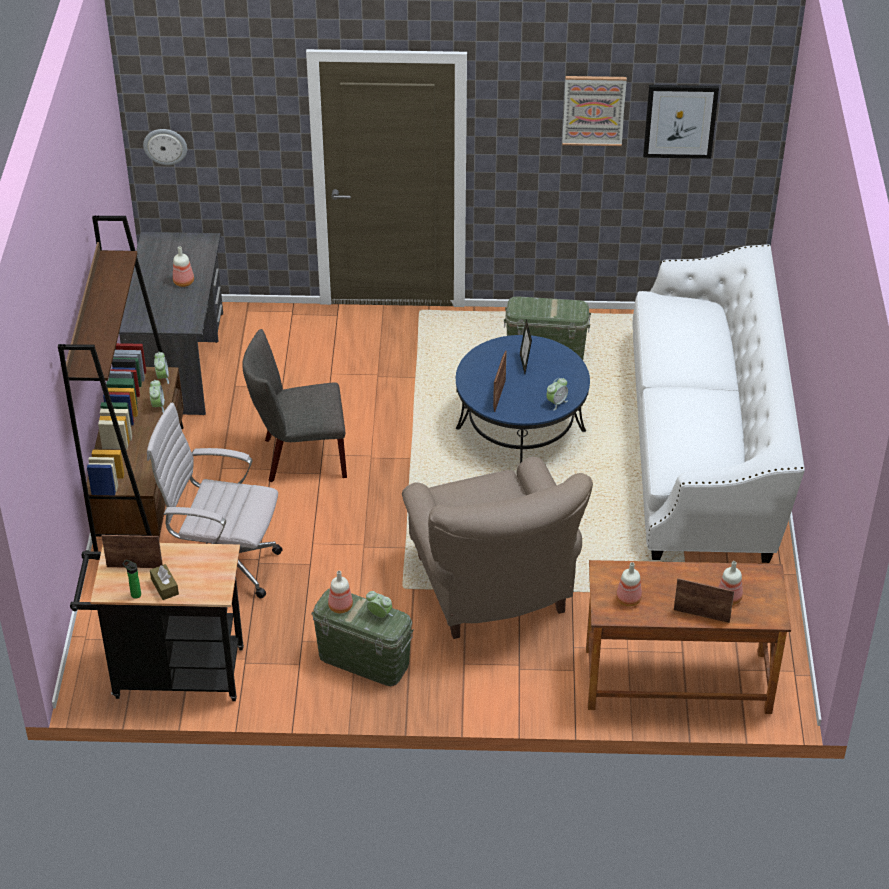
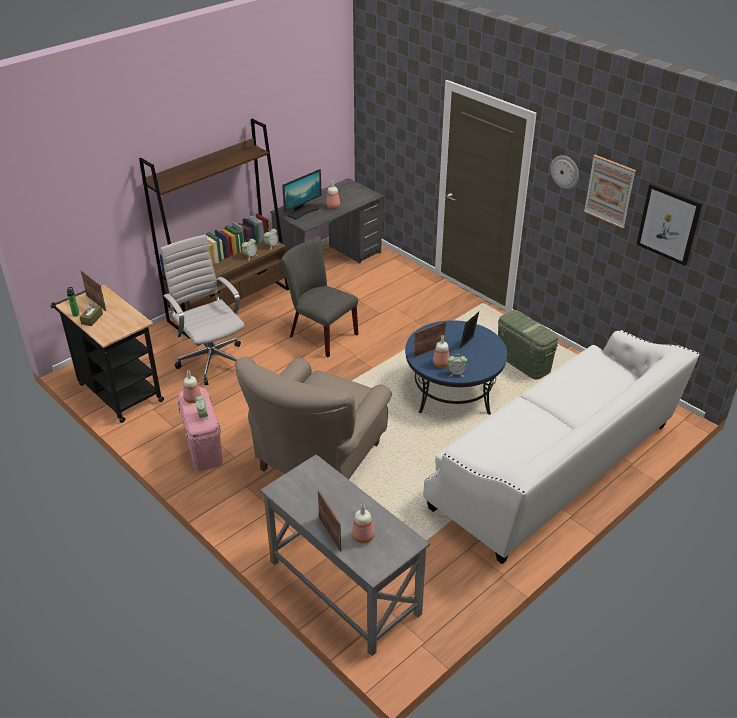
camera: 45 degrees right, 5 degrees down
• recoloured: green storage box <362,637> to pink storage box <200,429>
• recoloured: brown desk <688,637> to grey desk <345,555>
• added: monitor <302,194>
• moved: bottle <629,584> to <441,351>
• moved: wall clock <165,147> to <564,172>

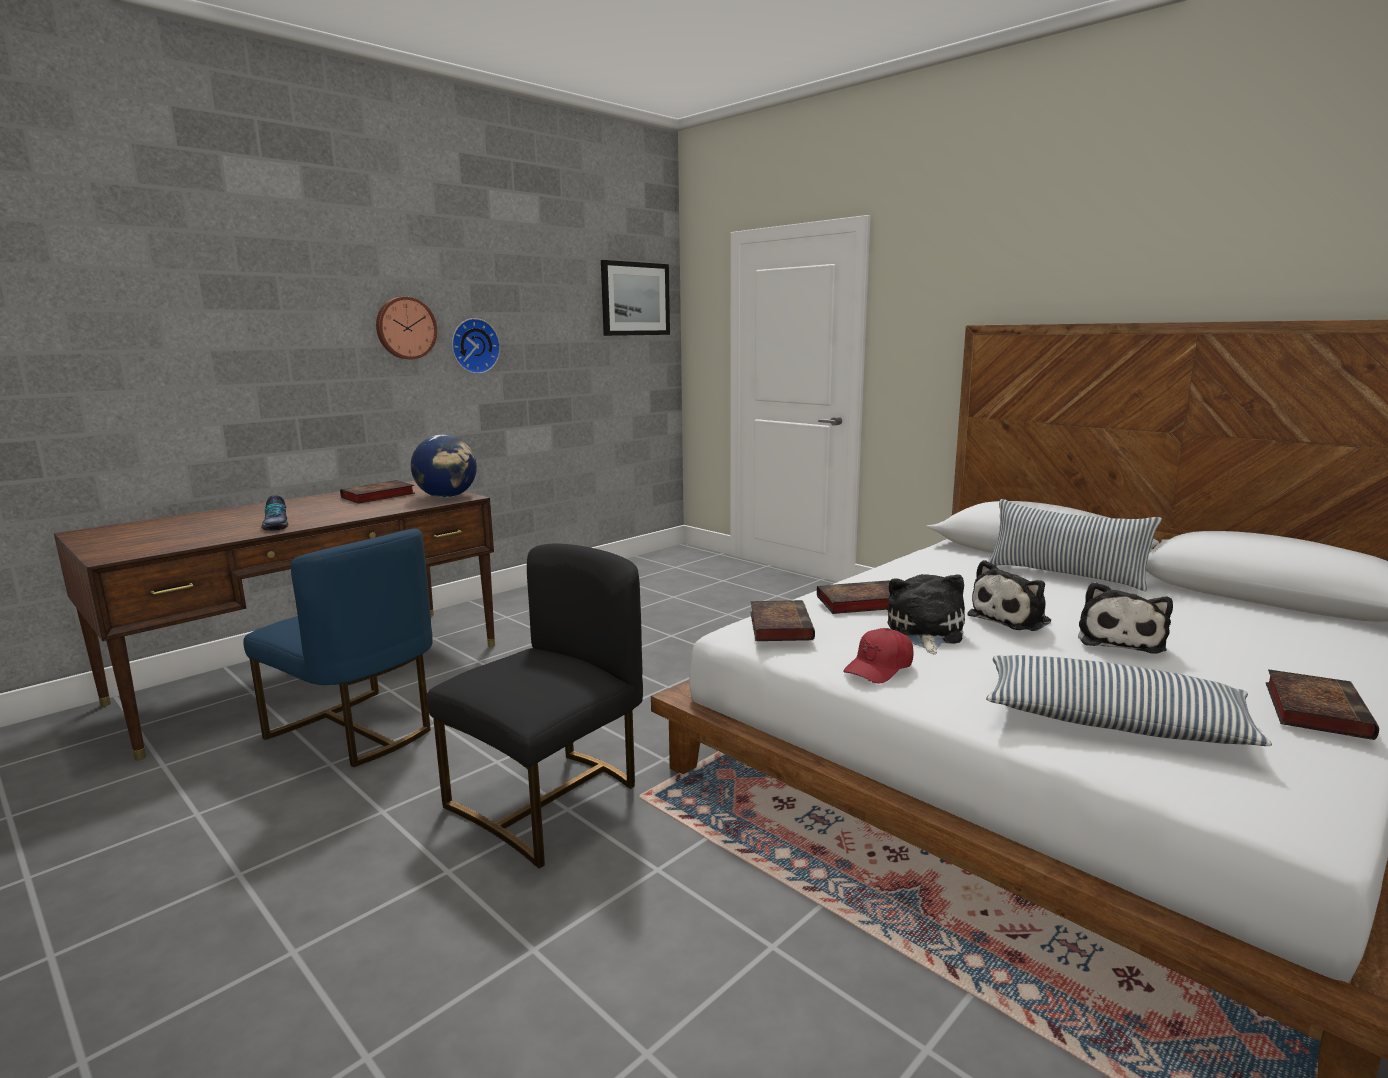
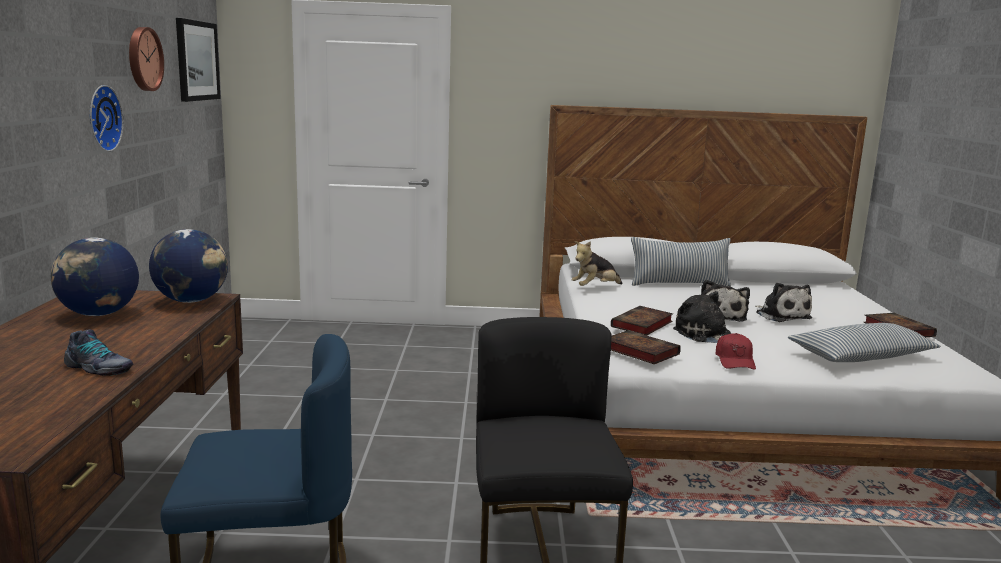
camera: 45 degrees left, 0 degrees up
• replaced: book <377,492> to globe <95,277>
• moved: wall clock <406,328> to <146,59>
• added: plush toy <596,263>

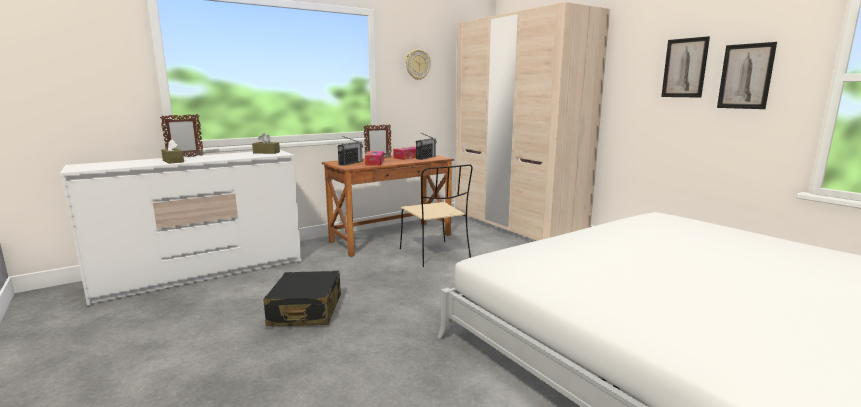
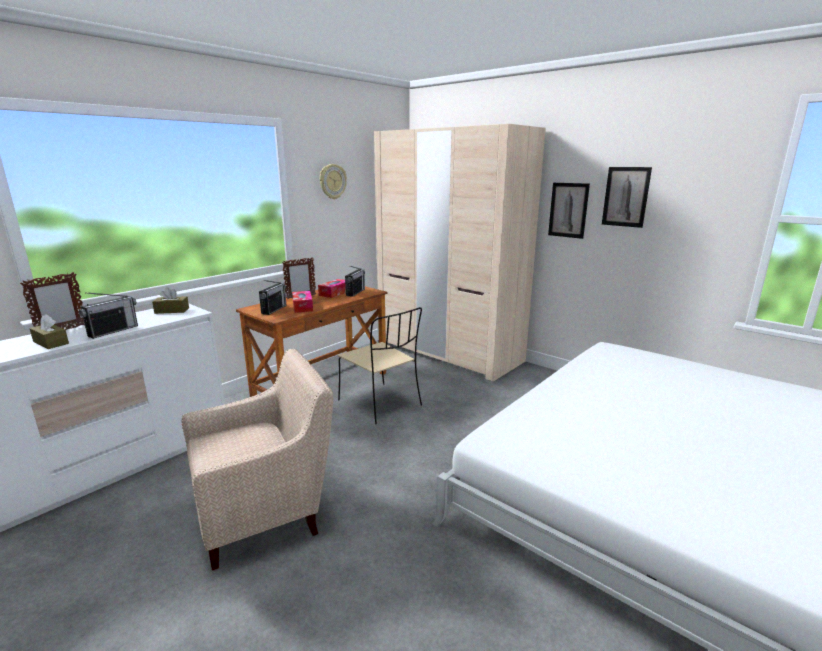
camera: 15 degrees left, 5 degrees up
• added: radio <108,315>
• replaced: black suitcase <302,298> to beige armchair <257,460>
• moved: picture <747,75> to <569,211>

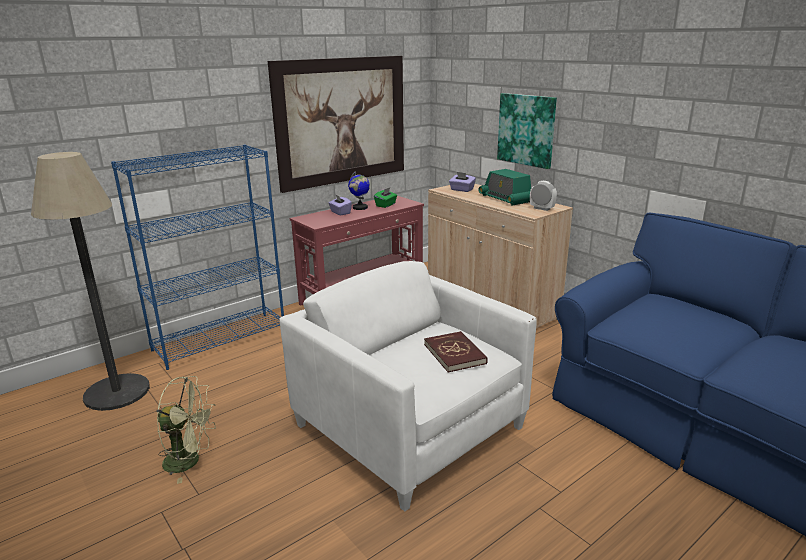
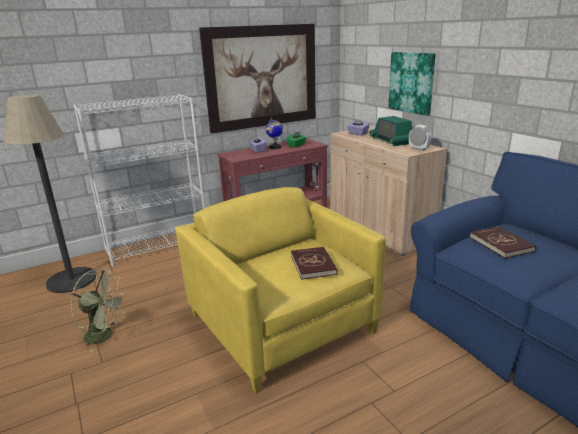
camera: 10 degrees right, 0 degrees up
• recoloured: blue bookcase <197,257> to white bookcase <139,180>
• recoloured: white armchair <408,386> to yellow armchair <280,290>
• added: red book <503,242>

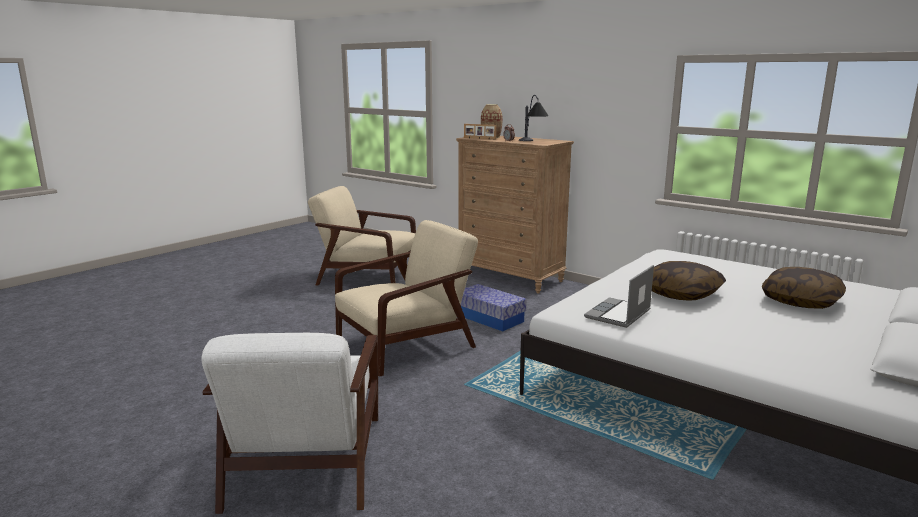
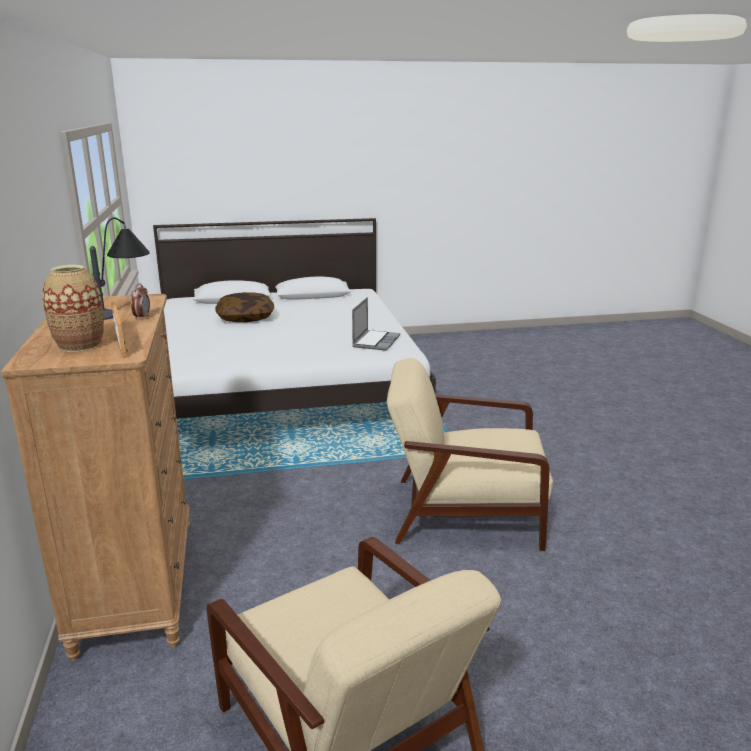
camera: 140 degrees left, 5 degrees up
• turned: laptop <619,296> = <376,324> 60 degrees counterclockwise
• removed: white armchair <289,423>
• removed: storage box <493,307>
• removed: pillow <689,281>

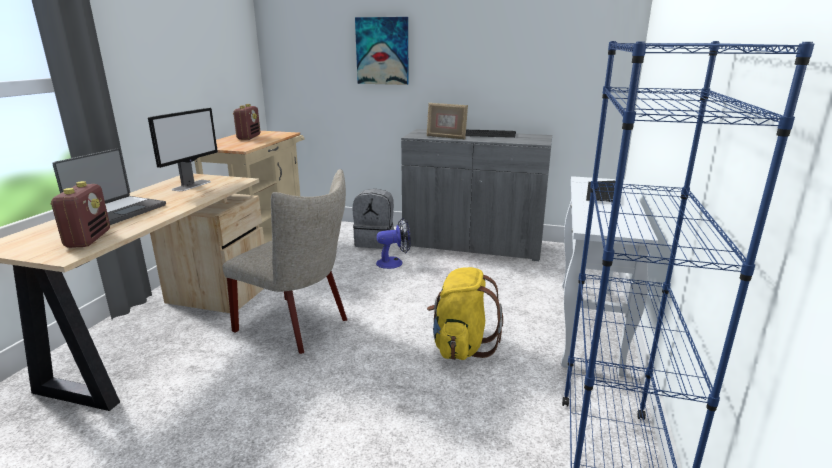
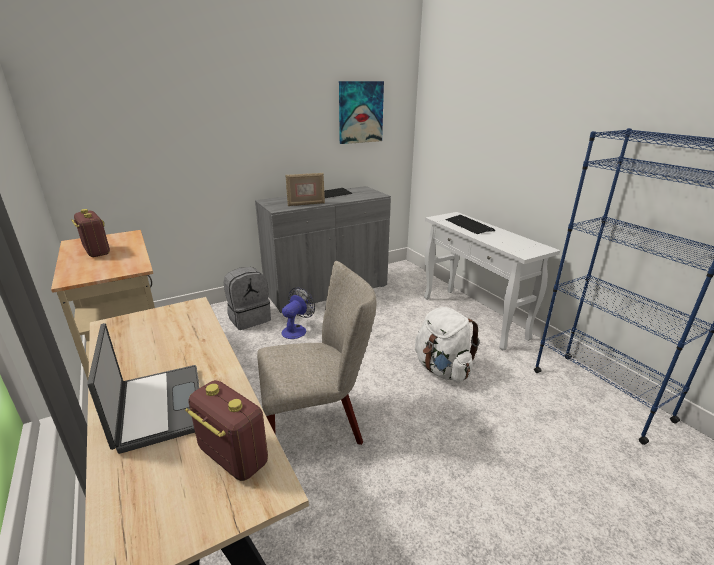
camera: 45 degrees left, 5 degrees up
• moved: picture <382,51> to <361,112>
• recoloured: yellow backpack <465,313> to white backpack <447,344>
• removed: monitor <183,149>

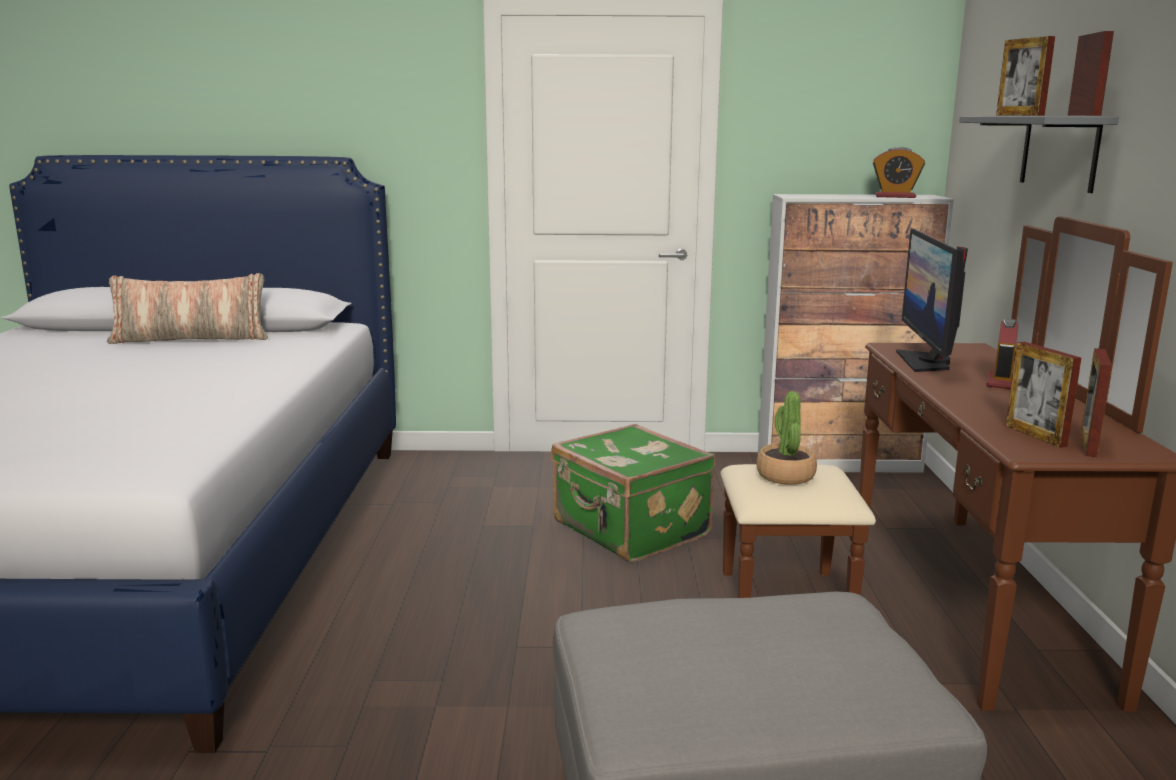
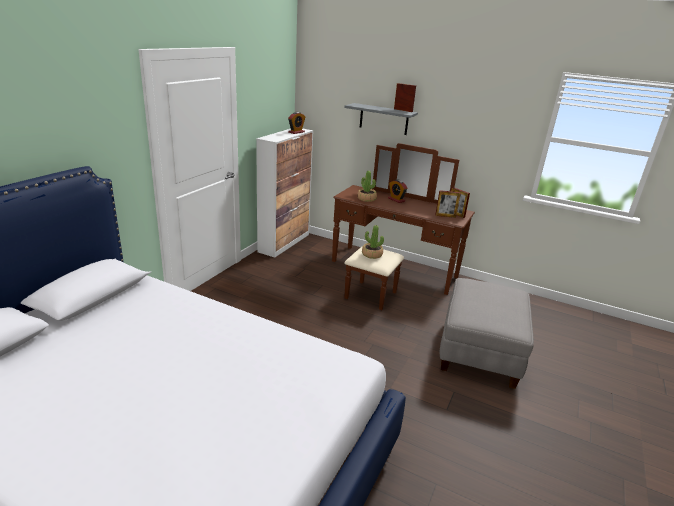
camera: 65 degrees left, 10 degrees up
• replaced: monitor <932,300> to potted plant <367,186>
• removed: pillow <187,308>
• removed: green suitcase <633,493>
• removed: picture frame <1025,76>

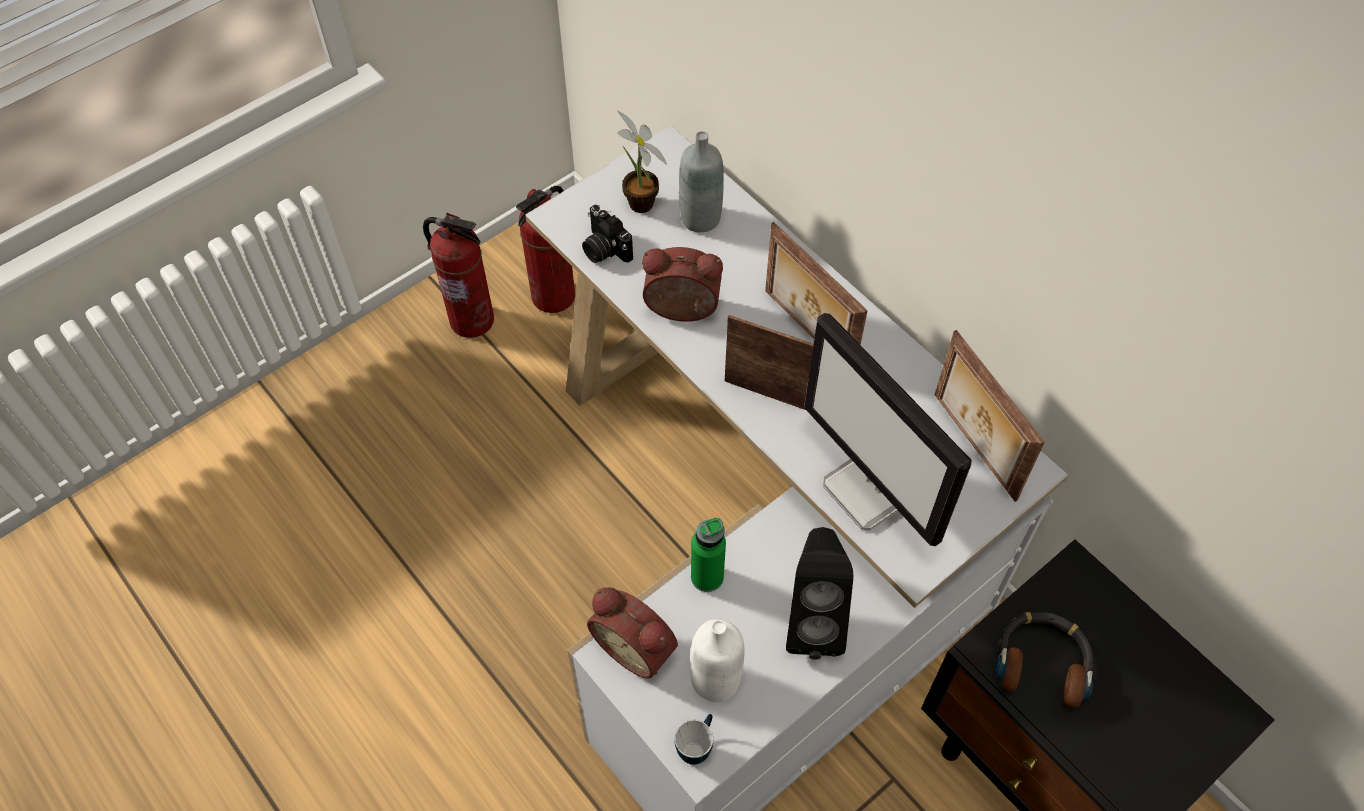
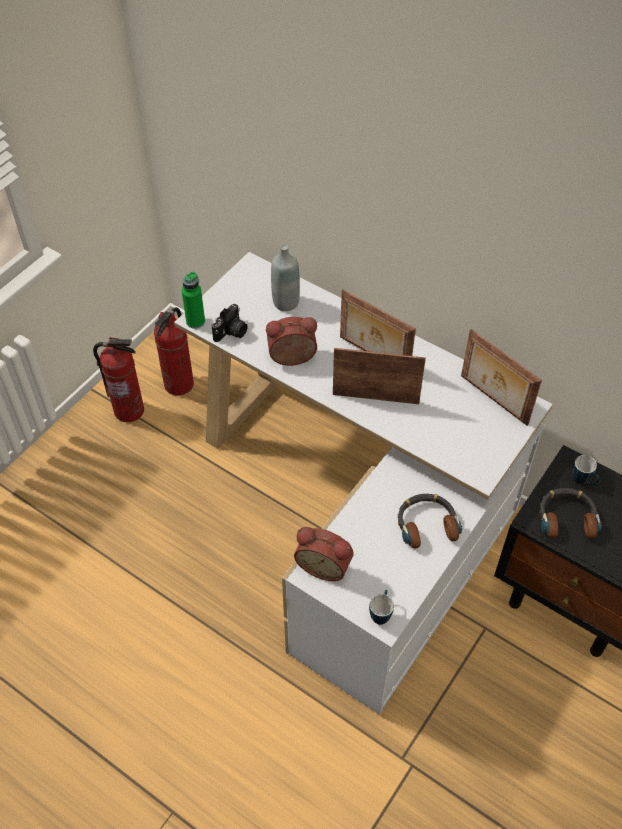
camera: 15 degrees left, 5 degrees down
• moved: green bottle <708,555> to <193,300>
• turned: photo camera <607,234> = <230,323> 90 degrees counterclockwise
• replaced: black speaker <819,593> to headphones <430,521>
• added: mug <586,470>
• removed: potted plant <642,162>
• removed: white bottle <717,661>
• removed: monitor <887,429>

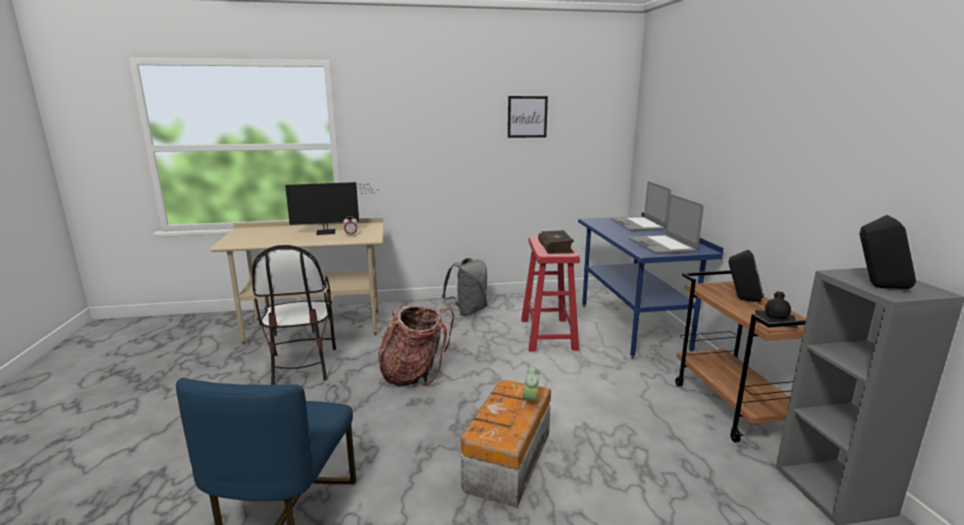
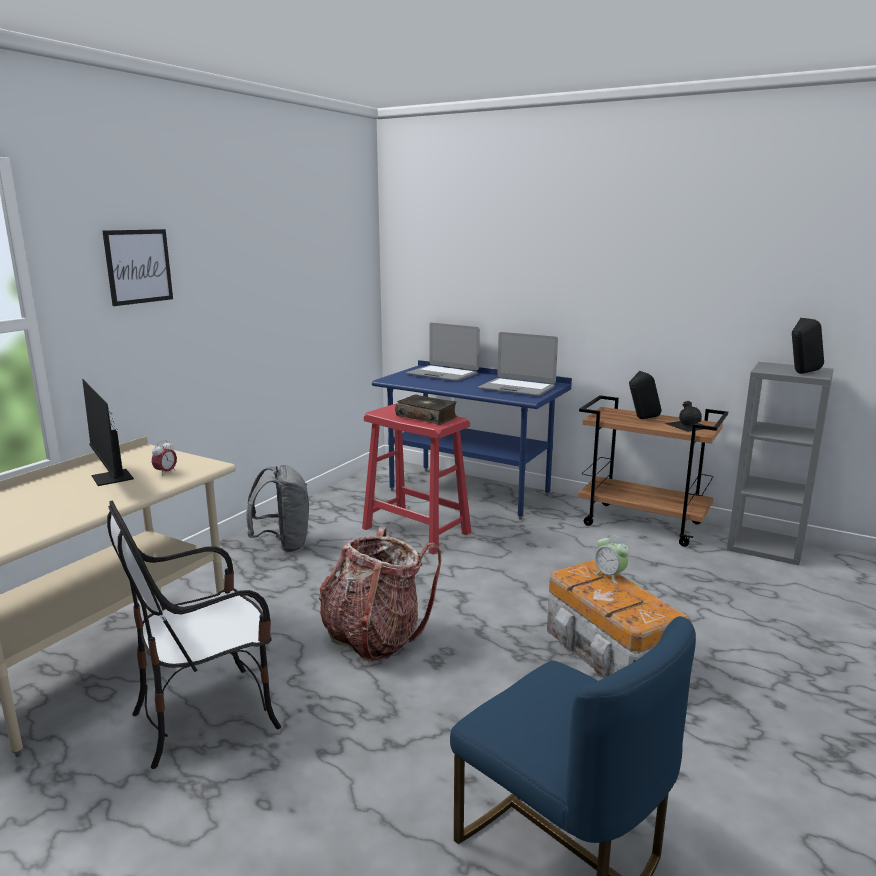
camera: 50 degrees left, 0 degrees up
• turned: monitor <332,208> = <108,432> 120 degrees clockwise
• moved: picture <528,117> to <137,267>
• turned: chair <294,315> = <194,635> 120 degrees clockwise

